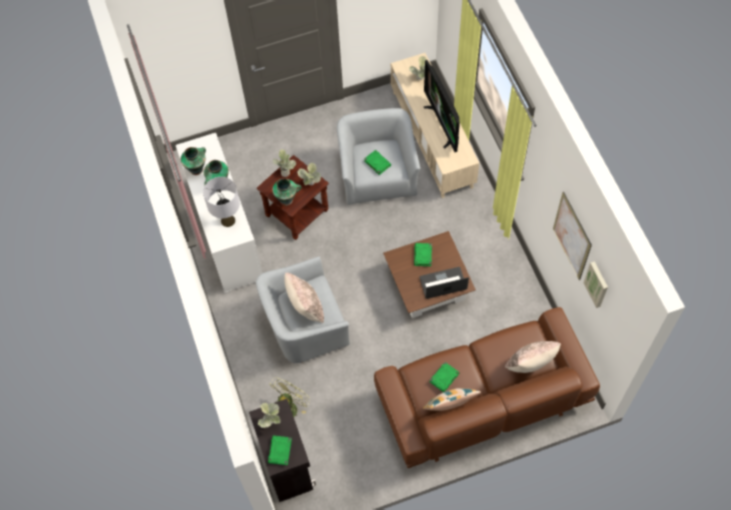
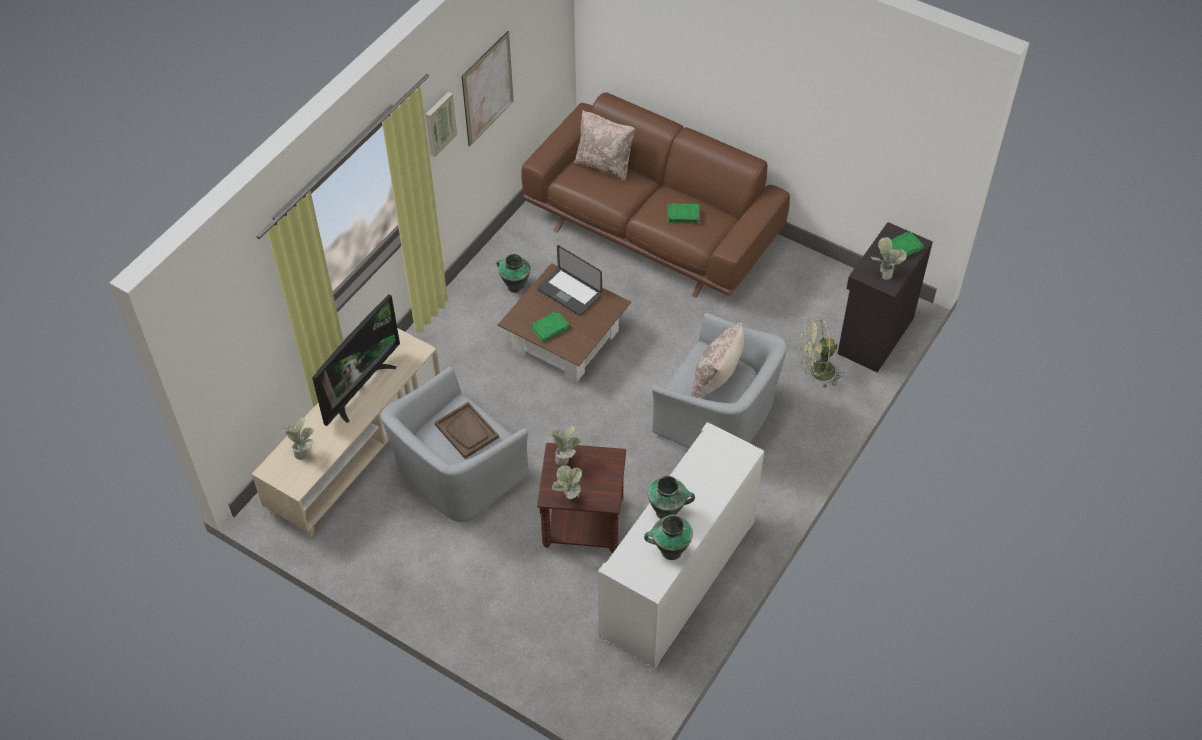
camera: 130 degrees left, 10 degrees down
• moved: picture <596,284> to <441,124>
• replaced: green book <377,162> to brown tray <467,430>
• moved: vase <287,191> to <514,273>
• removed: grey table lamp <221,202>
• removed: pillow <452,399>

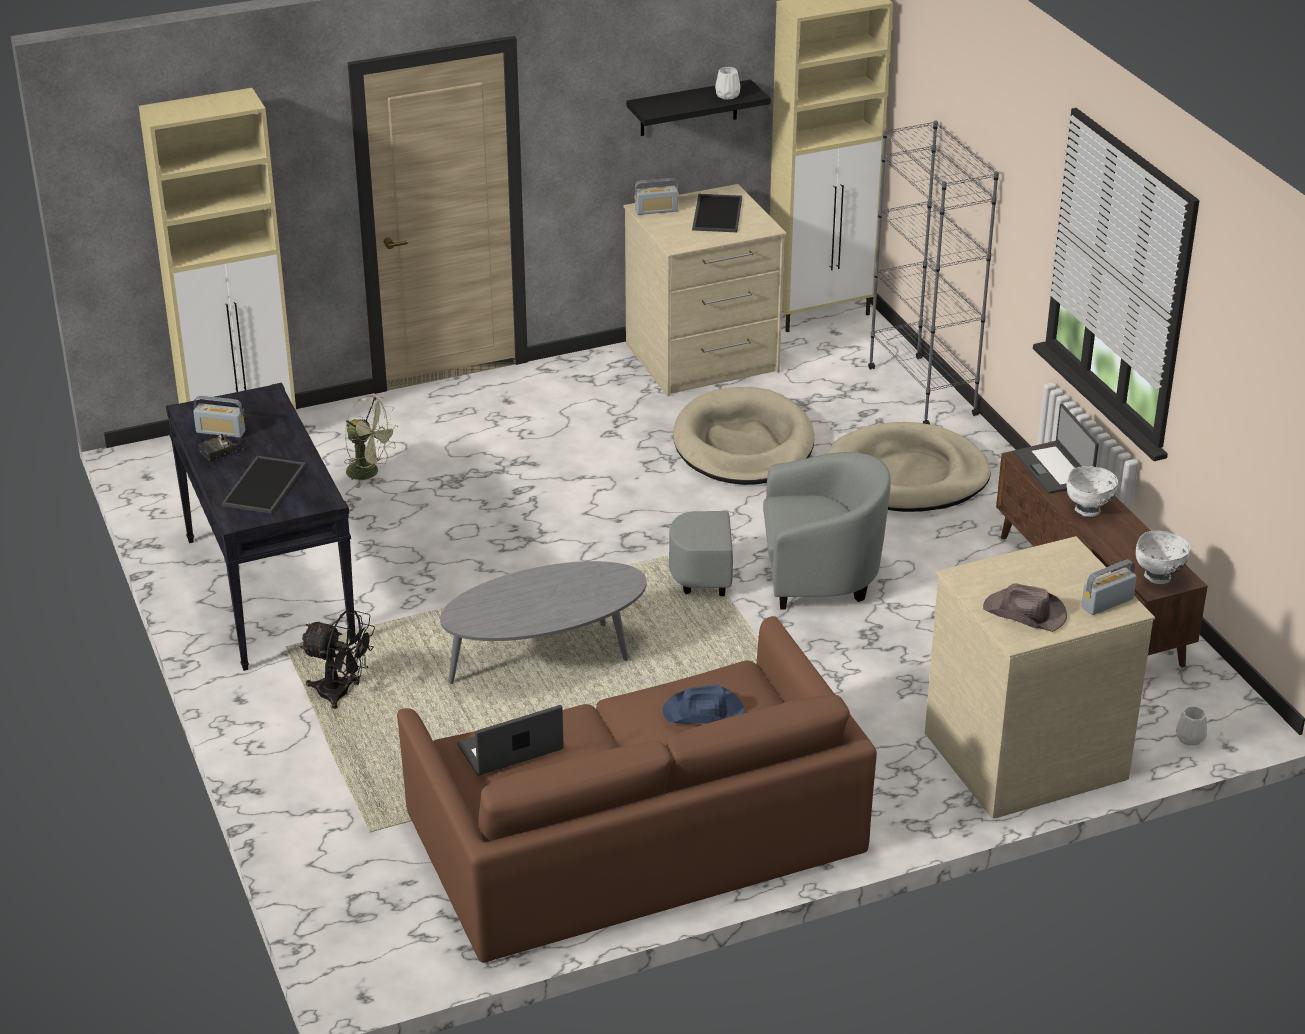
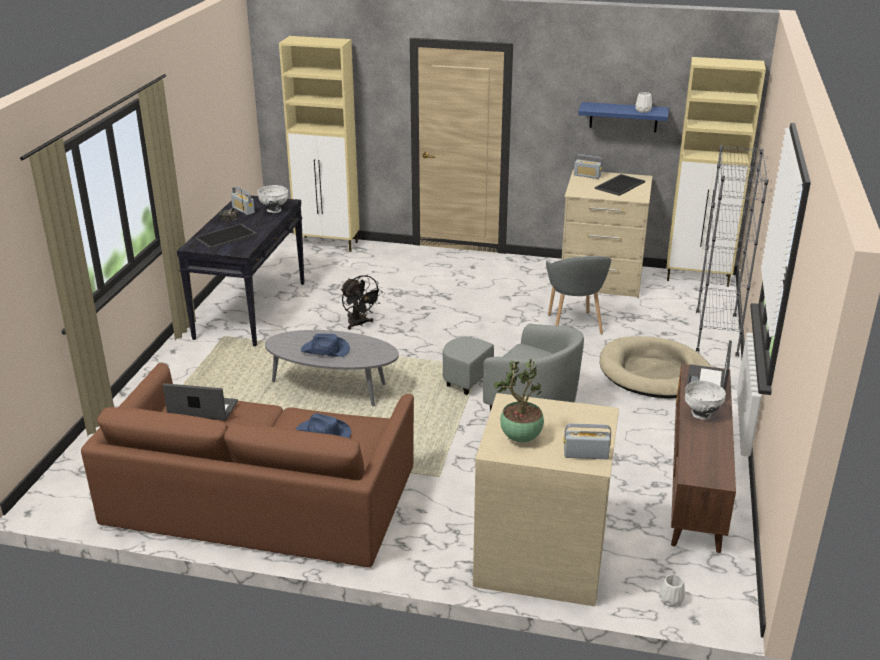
camera: 35 degrees right, 5 degrees down
• moved: white bowl <1163,557> to <272,199>
• added: blue hat <325,345>
• moved: black fan <337,659> to <362,302>
• replaced: brown hat <1025,608> to potted plant <519,400>
• replaced: beige dog bed <744,436> to grey armchair <578,295>
• recoloured: black shelf <698,107> to blue shelf <623,117>
• removed: green fan <371,441>

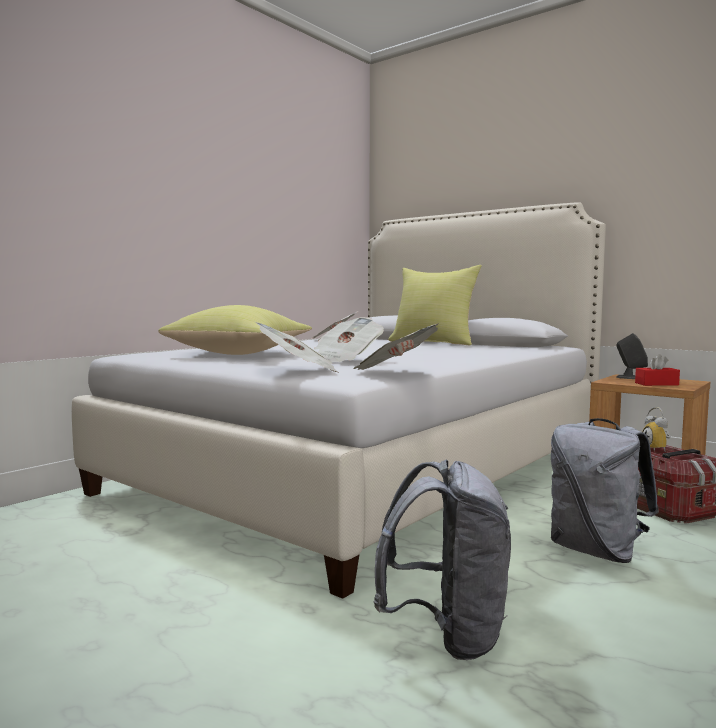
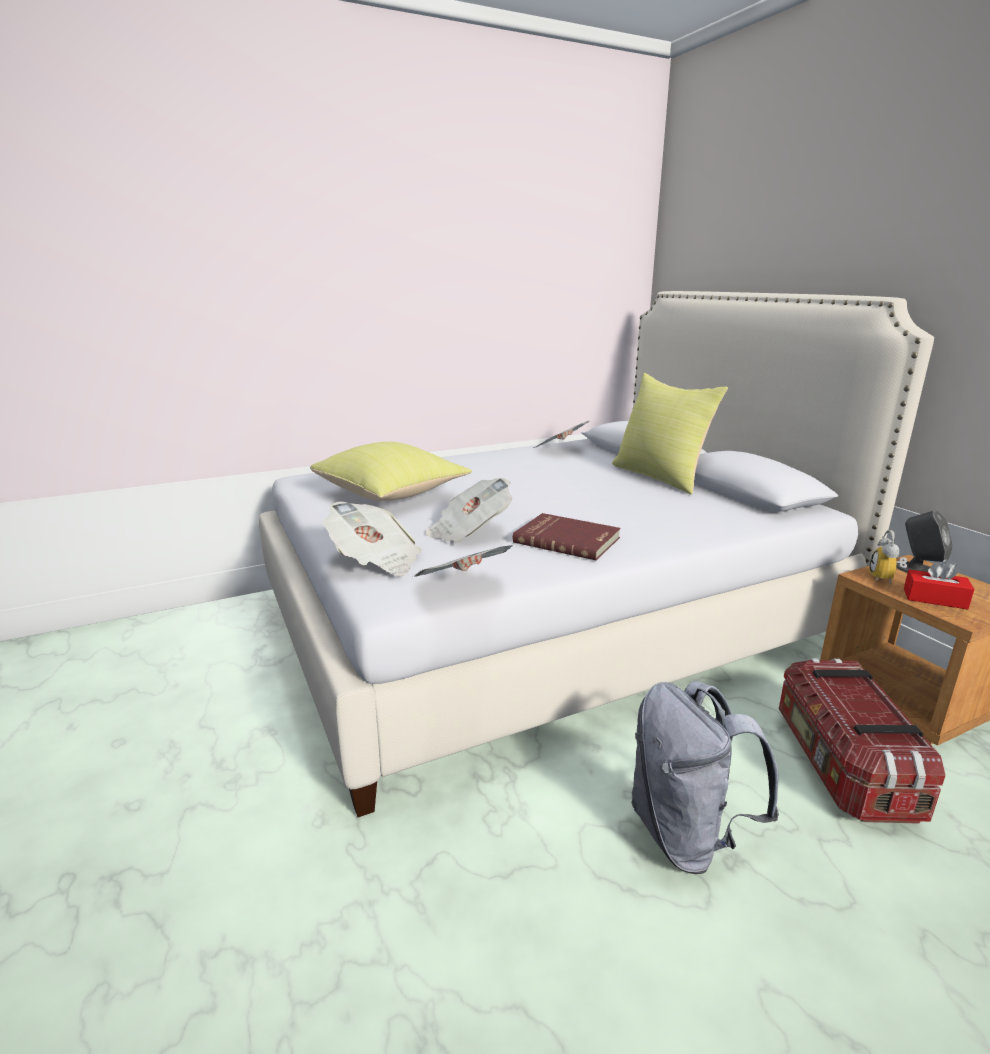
camera: 25 degrees right, 15 degrees up
• added: red book <567,536>
• moved: alarm clock <656,429> to <888,557>
• removed: grey backpack <442,559>

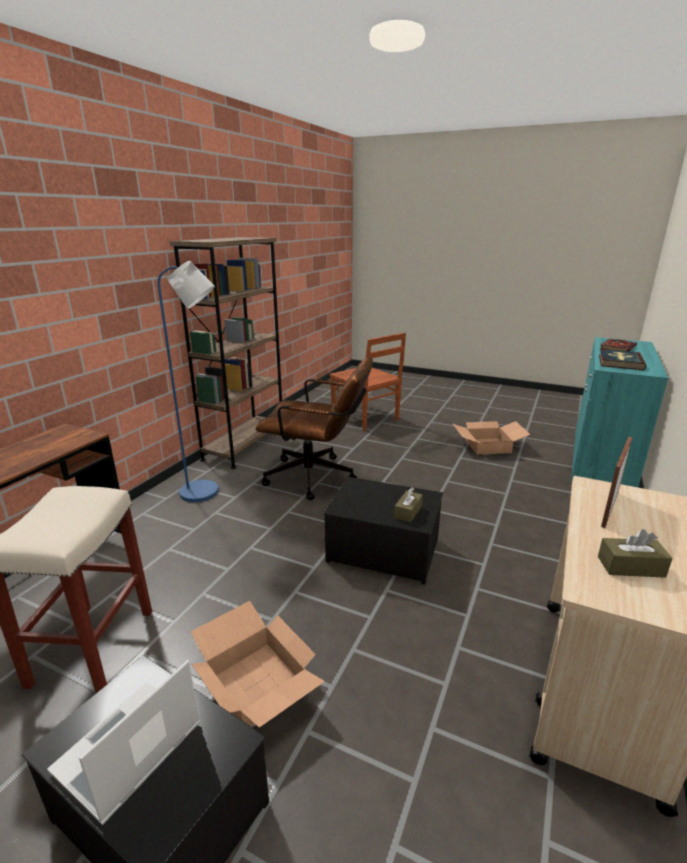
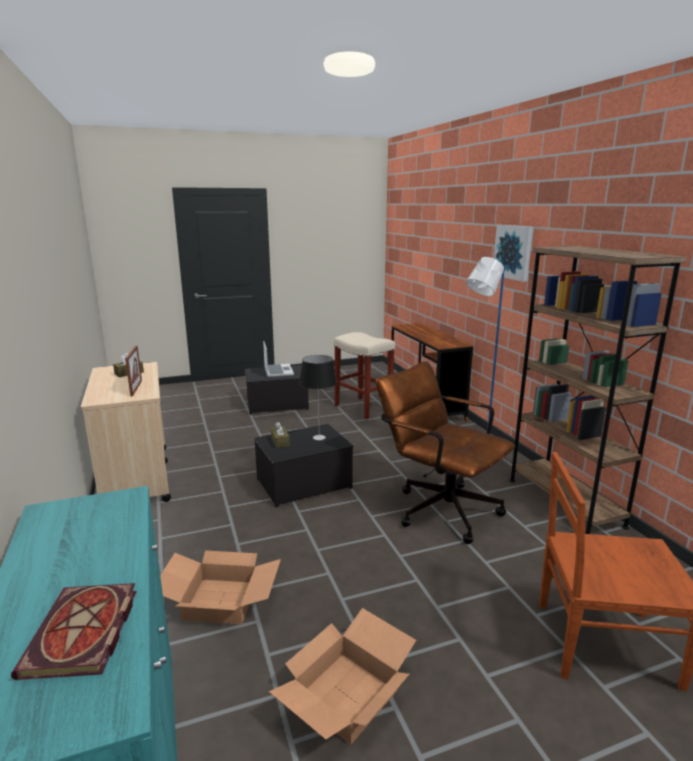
camera: 135 degrees right, 5 degrees down
• moved: cardboard box <258,664> to <220,587>
• added: table lamp <318,397>
• turned: brown office chair <314,428> = <445,452> 75 degrees clockwise
• added: picture <513,253>
• removed: book <622,359>

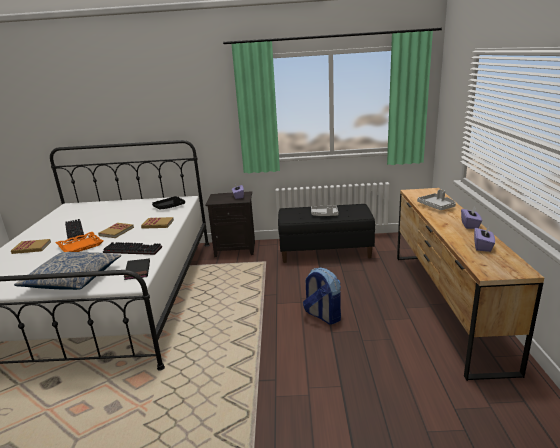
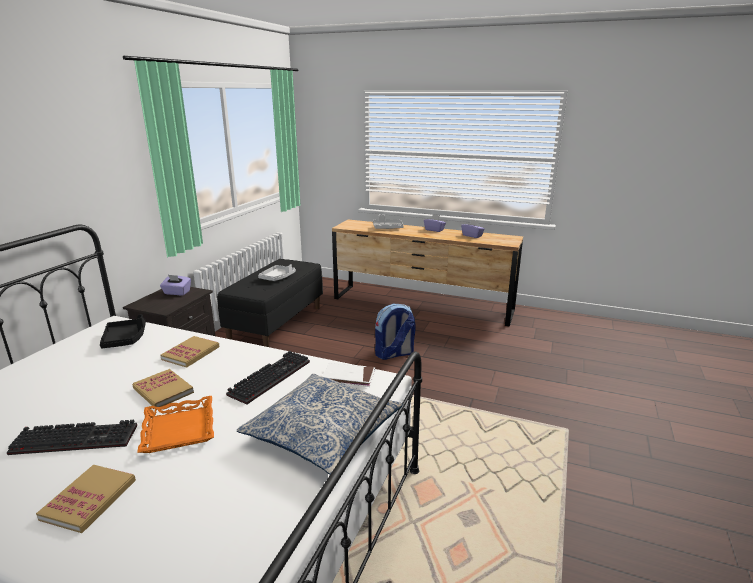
camera: 70 degrees left, 0 degrees up
• recoloured: black book <137,269> to white book <348,374>

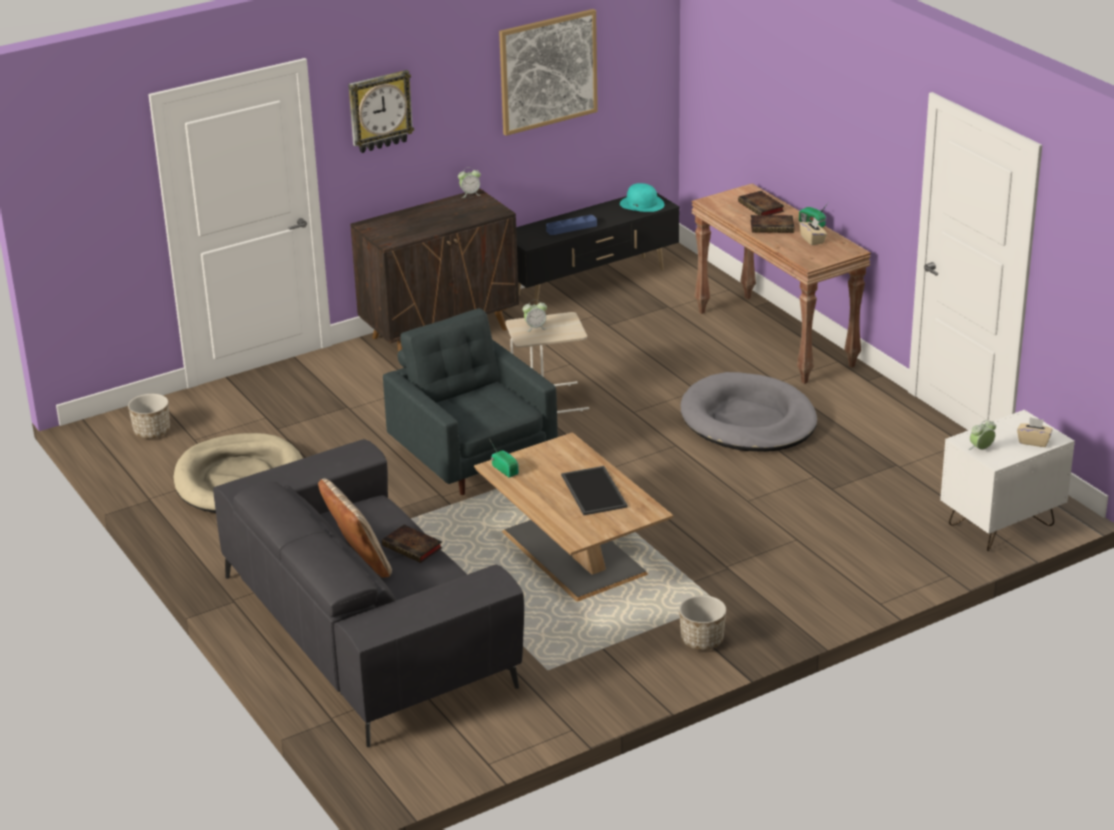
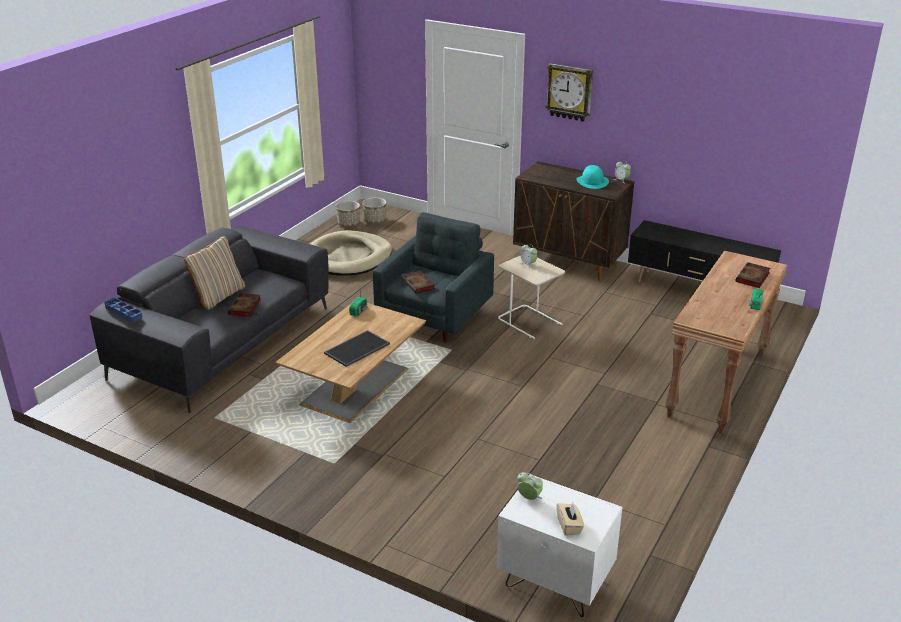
camera: 60 degrees right, 0 degrees up
• moved: blue tray <571,225> to <123,310>
• moved: planter <702,622> to <348,214>
• moved: book <772,224> to <418,282>
• moved: turquoise hat <642,197> to <592,177>
• removed: picture <548,72>
• removed: grey dog bed <748,412>
• removed: beige tissue box <813,231>

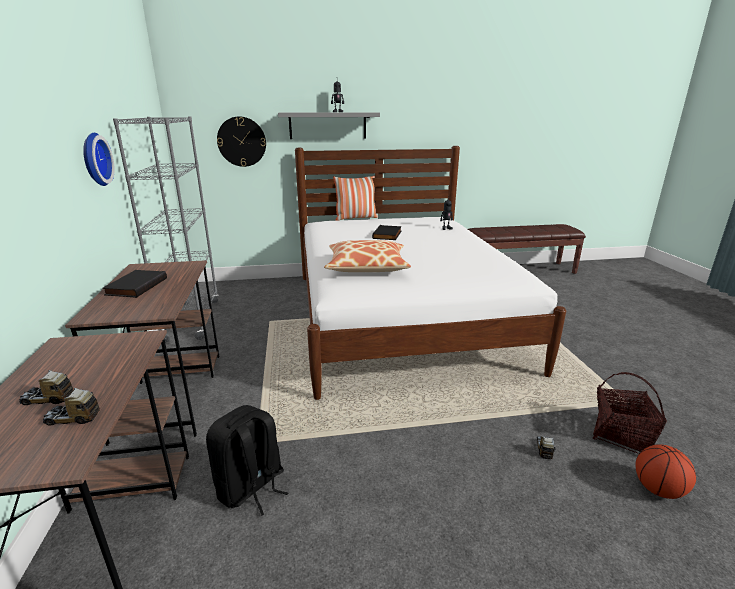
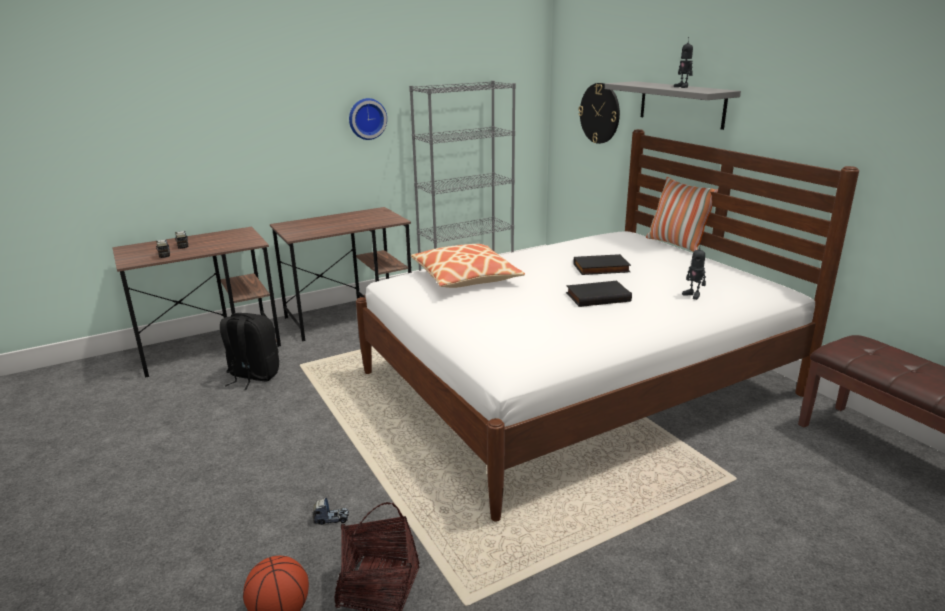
camera: 70 degrees right, 0 degrees up
• moved: black book <134,284> to <599,294>

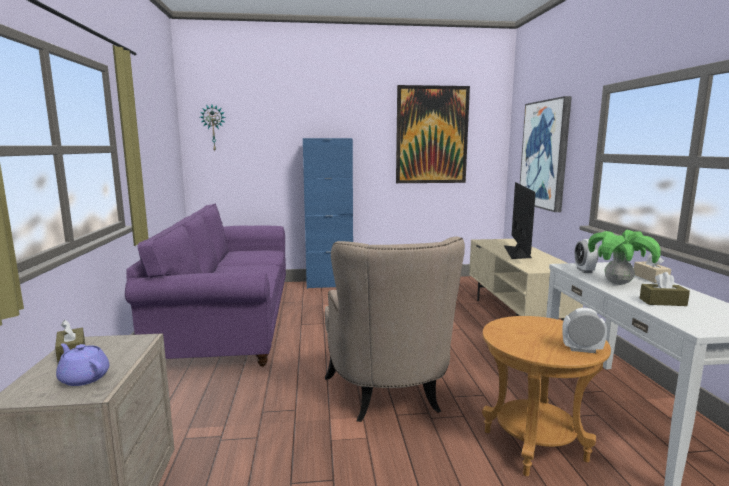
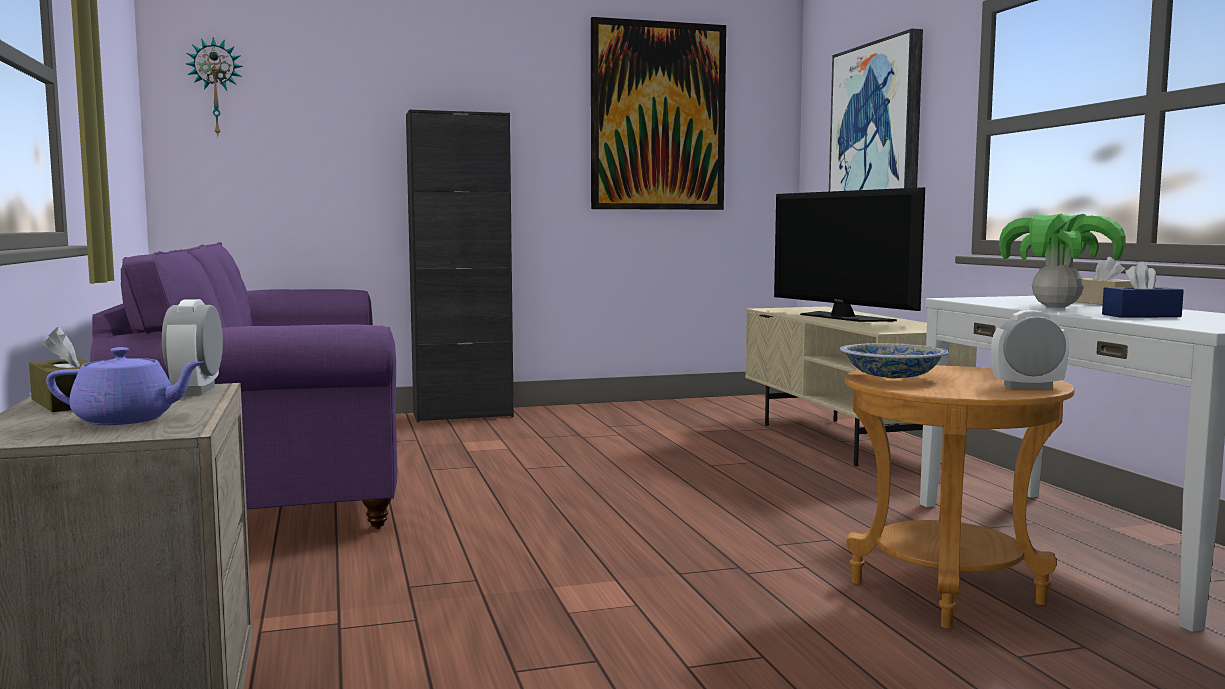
camera: 10 degrees left, 5 degrees down
• turned: purple teapot <82,364> = <125,386> 150 degrees clockwise
• moved: alarm clock <587,256> to <192,347>
• recoloured: blue cabinet <328,213> to black cabinet <460,266>
• turned: television <519,220> = <849,254> 150 degrees clockwise
• added: bowl <894,360>
• recoloured: brown tissue box <665,289> to blue tissue box <1143,289>
• removed: beige armchair <395,329>

